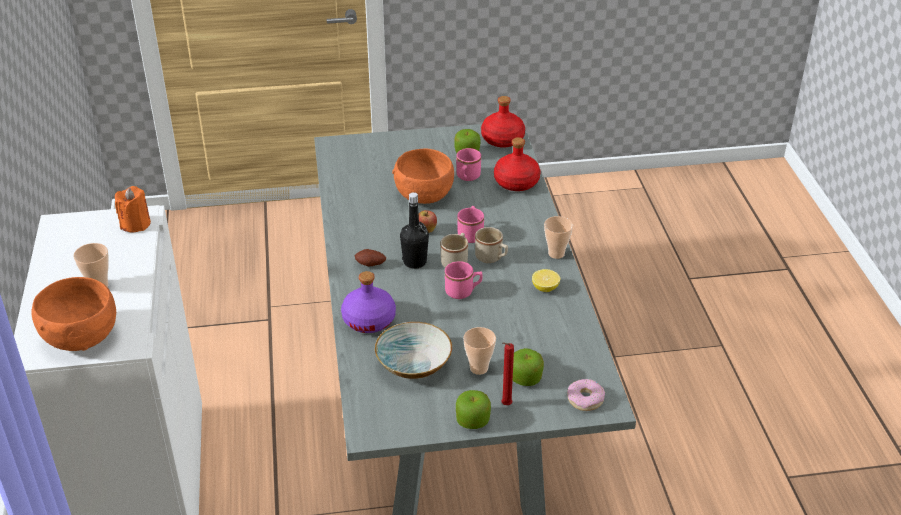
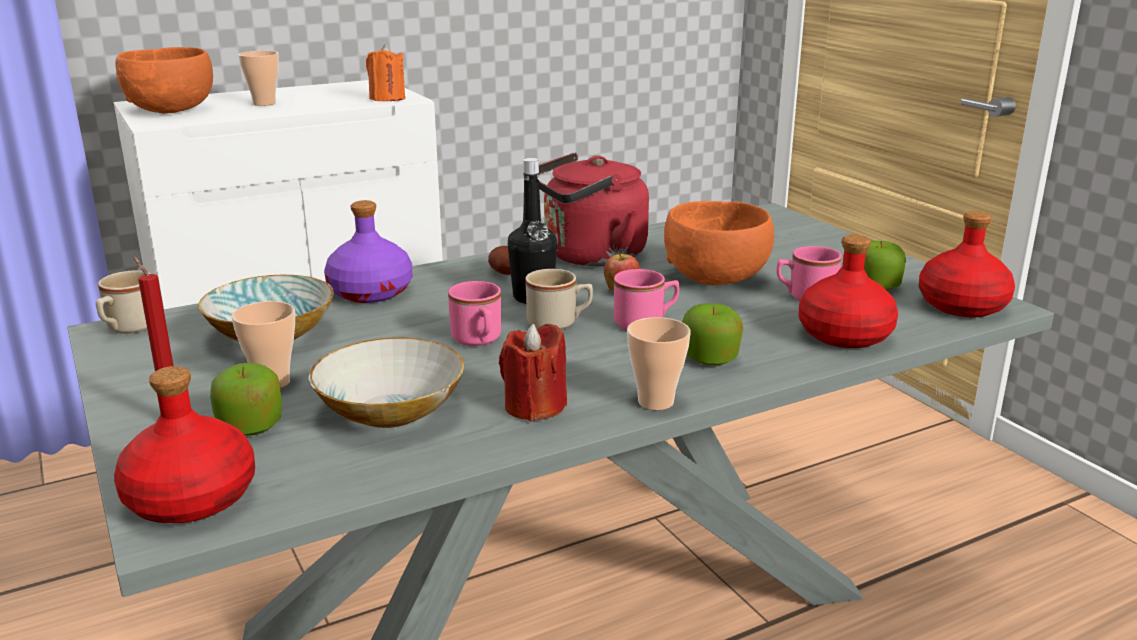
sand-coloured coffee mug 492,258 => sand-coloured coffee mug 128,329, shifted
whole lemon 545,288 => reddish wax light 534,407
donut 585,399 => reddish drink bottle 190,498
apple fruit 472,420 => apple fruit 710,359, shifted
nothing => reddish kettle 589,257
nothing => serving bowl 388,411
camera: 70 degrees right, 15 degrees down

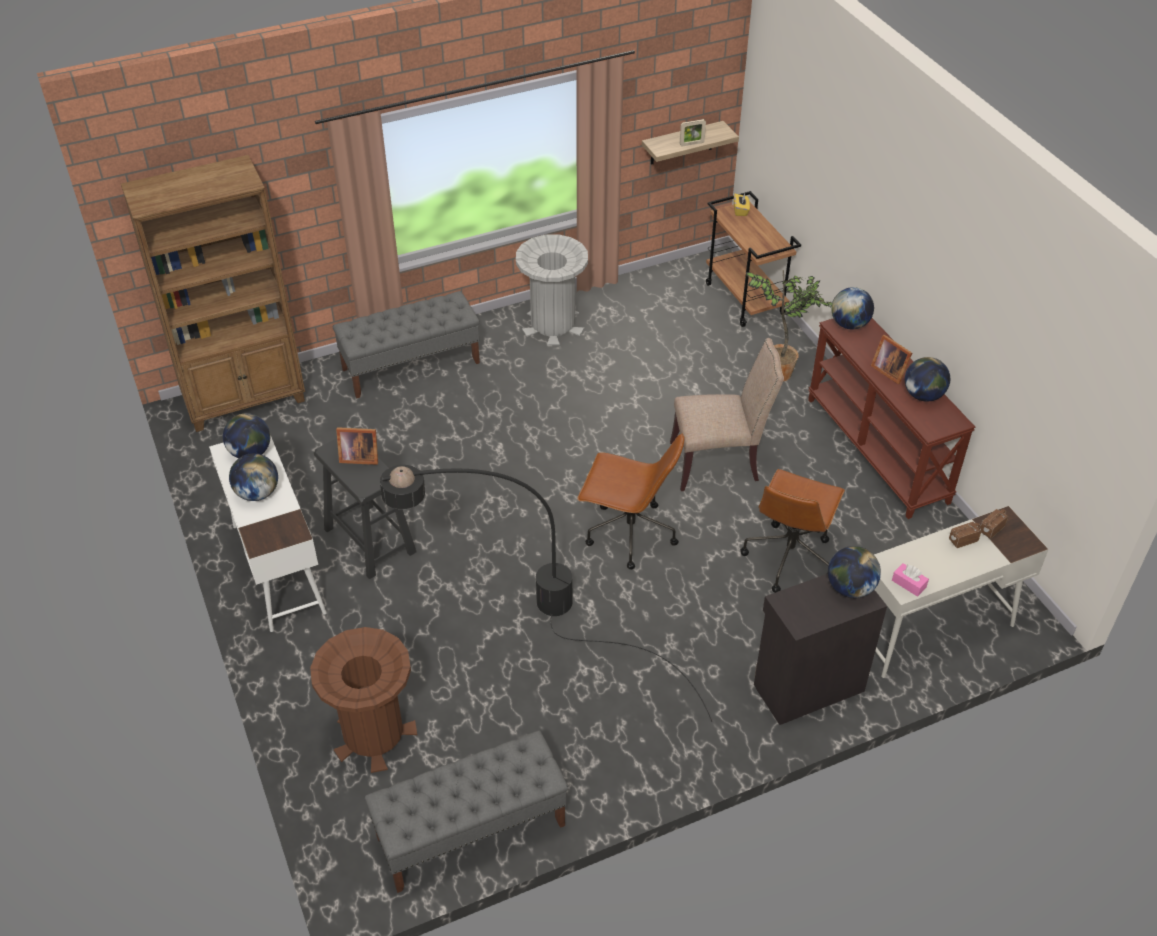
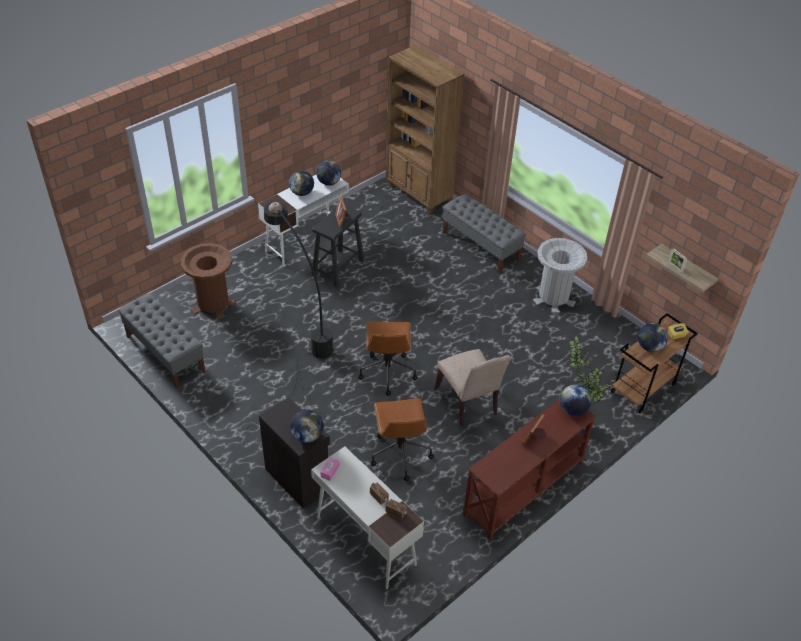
desk globe 923,395 => desk globe 649,347, shifted
brown-coloured computer chair 789,557 => brown-coloured computer chair 400,453, 105 degrees counterclockwise
camera: 70 degrees right, 0 degrees up

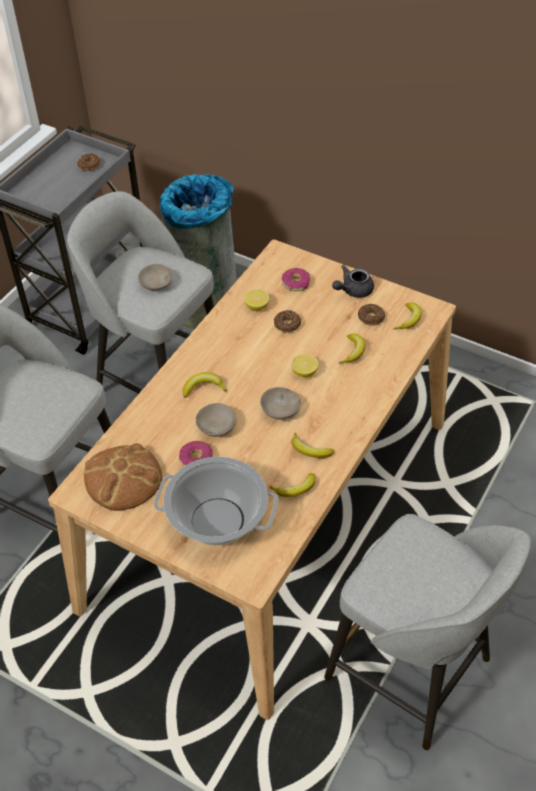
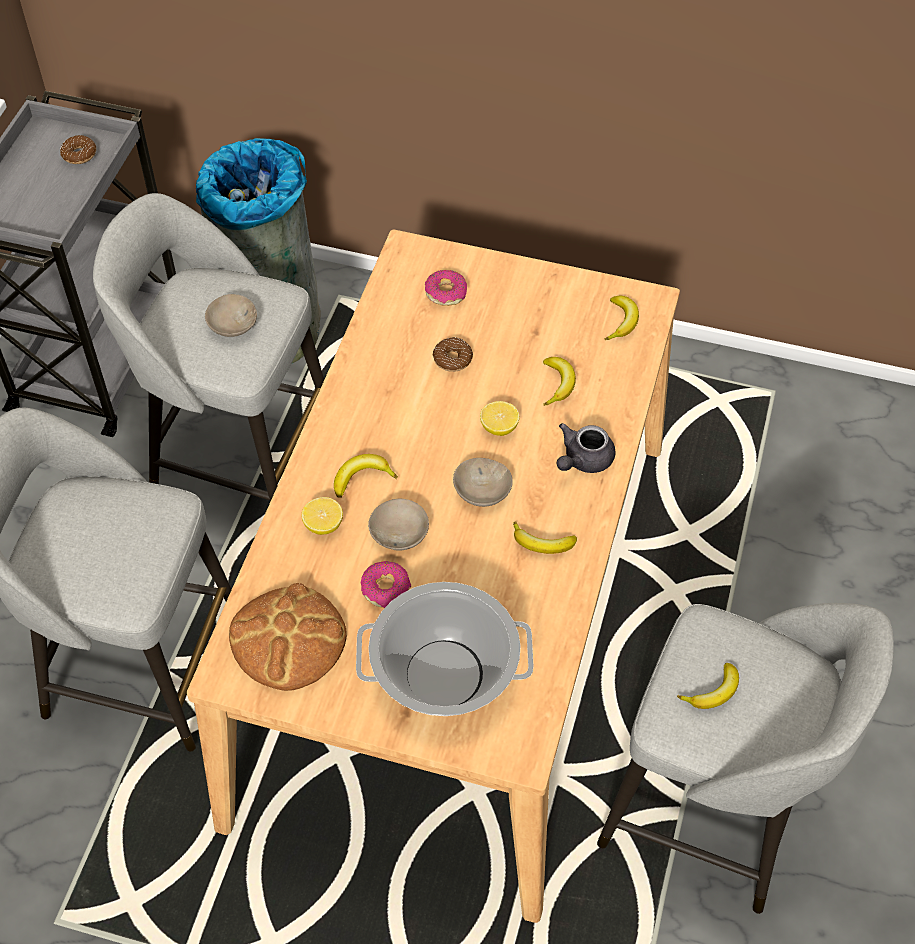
greyish pot for tea 353,290 => greyish pot for tea 583,460, shifted
whole lemon 256,306 => whole lemon 323,525, shifted
donut 371,318 => nothing
banana fruit 295,489 => banana fruit 713,692, shifted
camera: 15 degrees left, 5 degrees up

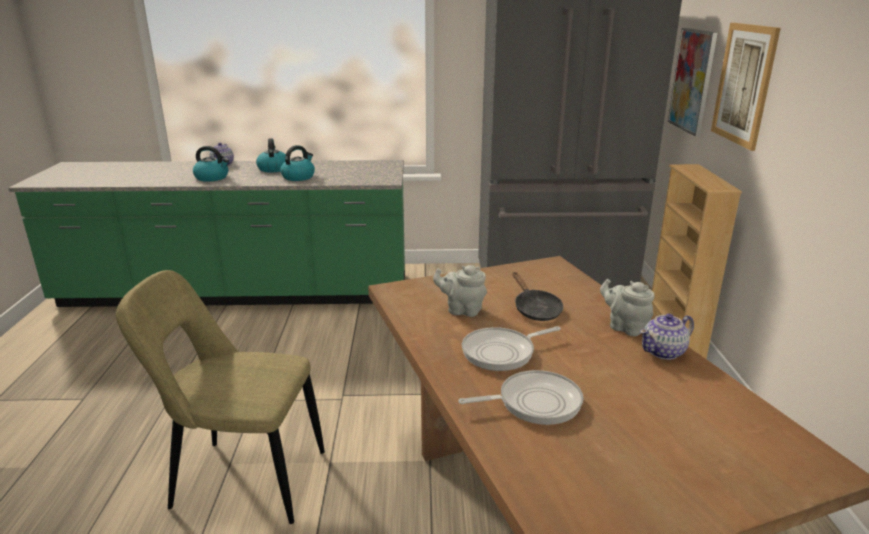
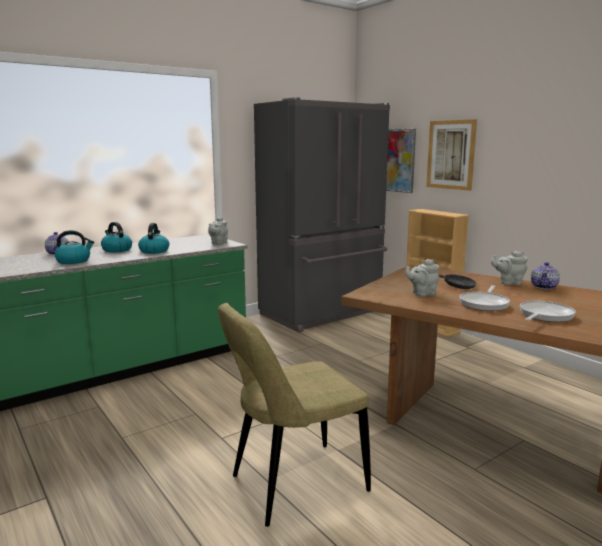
nothing => greyish pot for tea 218,243
camera: 35 degrees left, 10 degrees down

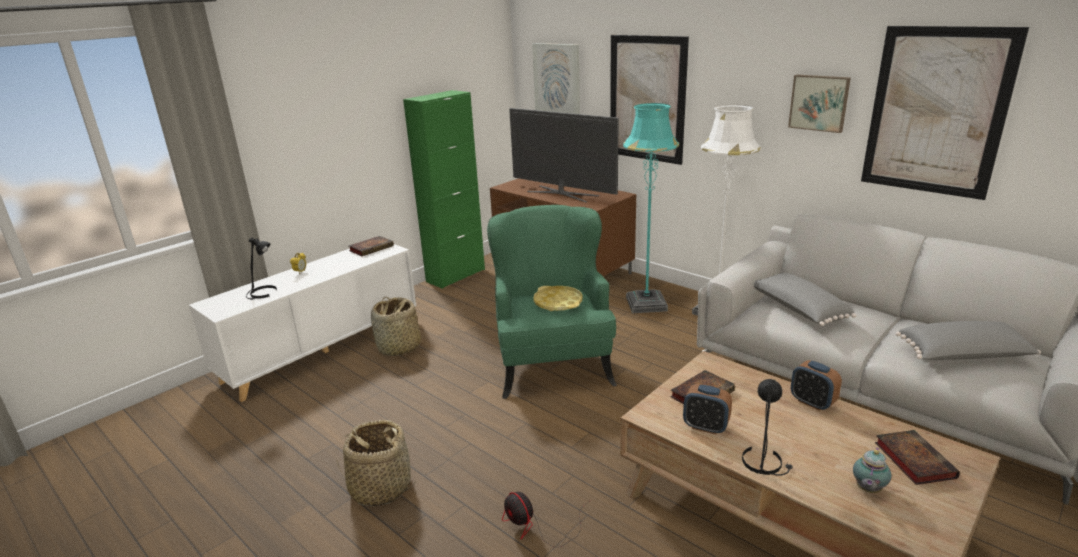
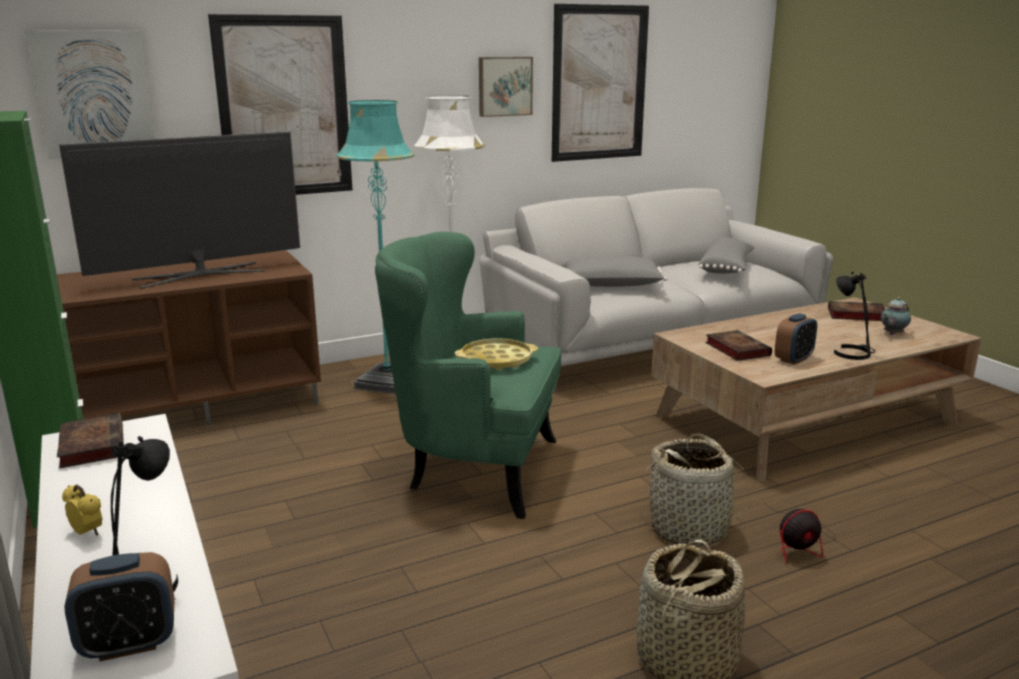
household basket 399,347 => household basket 690,528, shifted
table clock 812,402 => table clock 129,644, shifted
pot for tea 867,490 => pot for tea 892,334, 90 degrees clockwise
camera: 70 degrees left, 5 degrees down

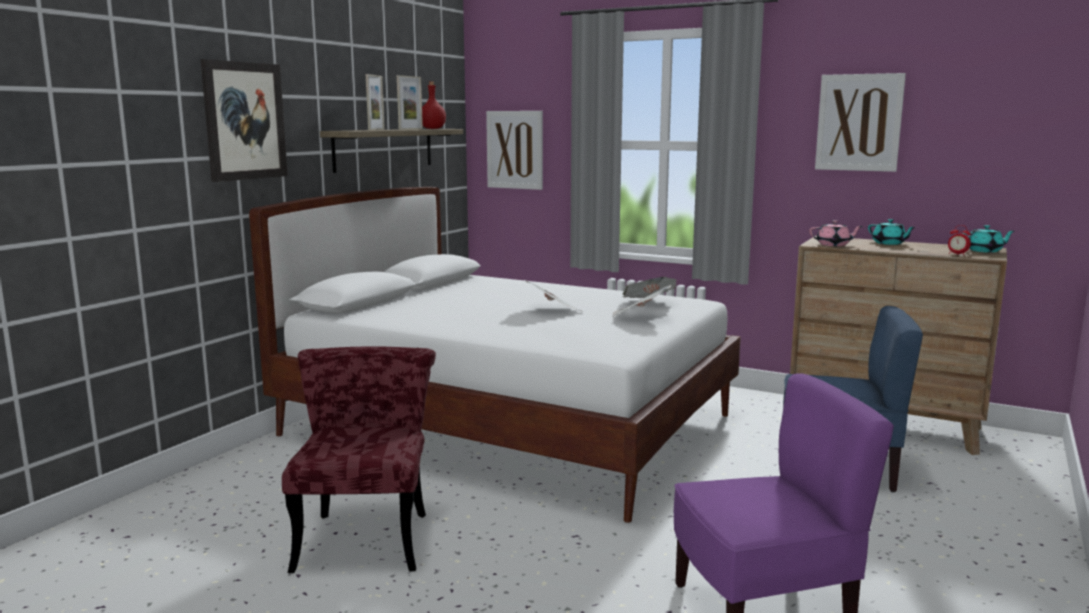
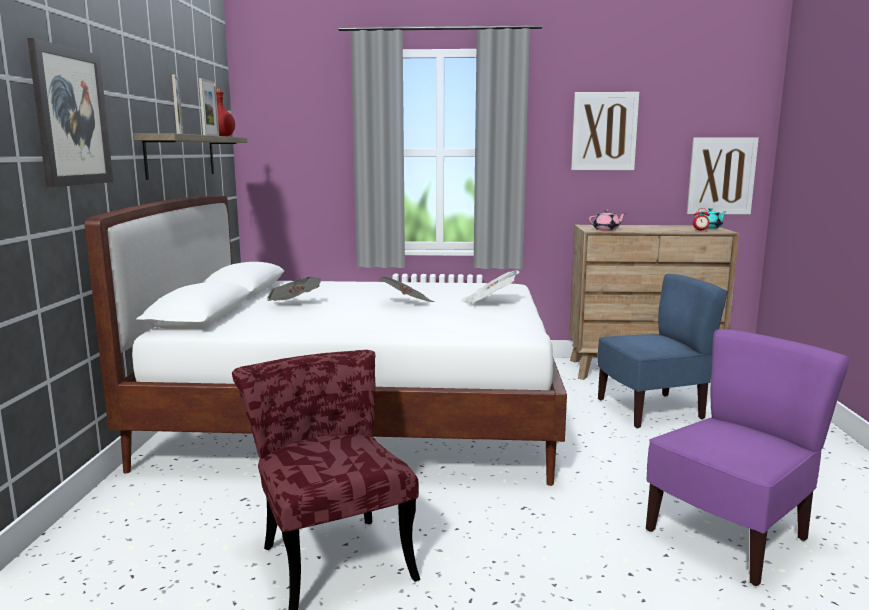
wall picture 515,150 => wall picture 721,176, shifted
blue-green pot for tea 889,243 => nothing
printed paper 648,303 => printed paper 294,304, shifted
camera: 25 degrees left, 0 degrees up

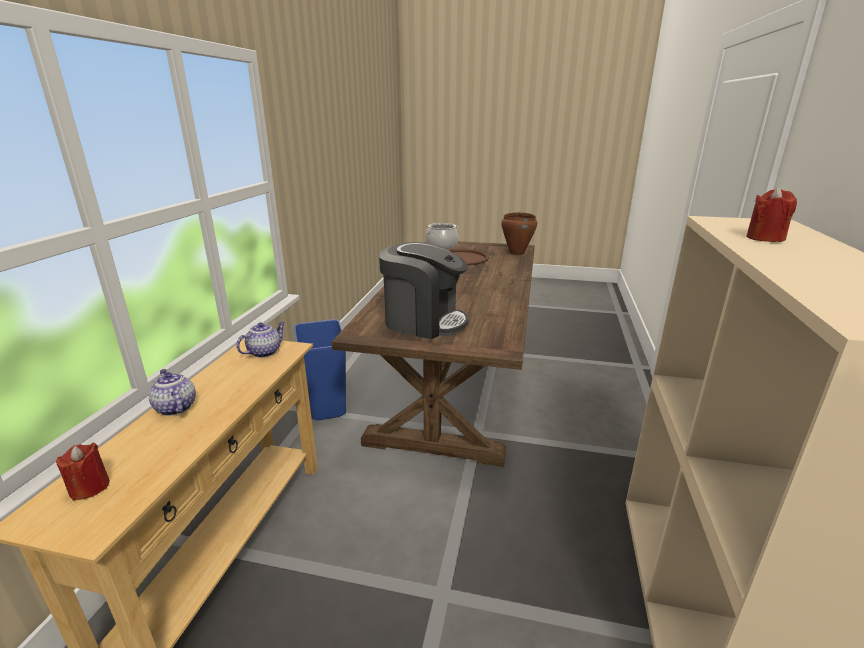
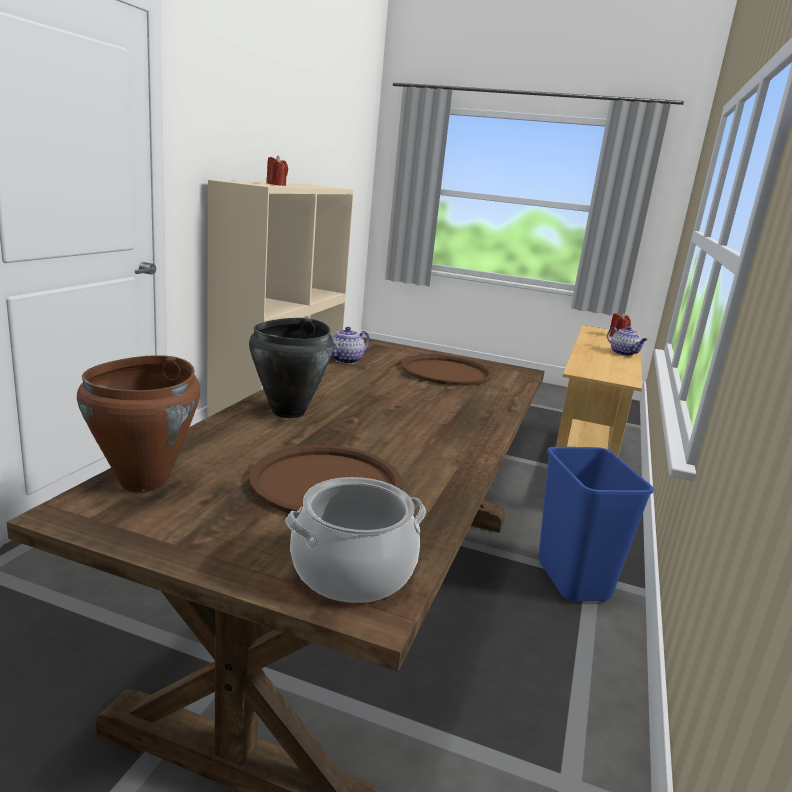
coffee machine 423,321 => brown-coloured carrying tray 446,371
pot for tea 265,352 => pot for tea 345,360, shifted
nothing => black saucepot 289,412
camera: 175 degrees left, 5 degrees down

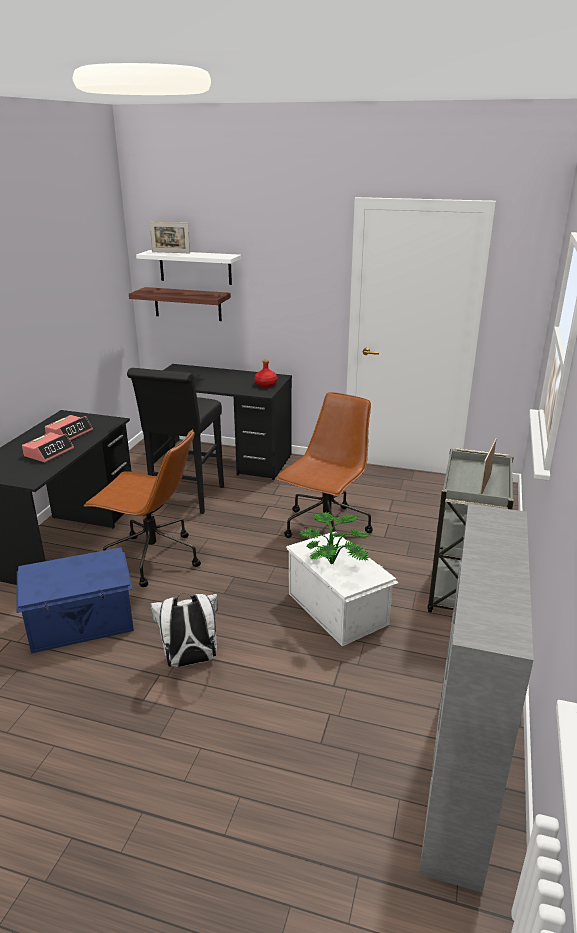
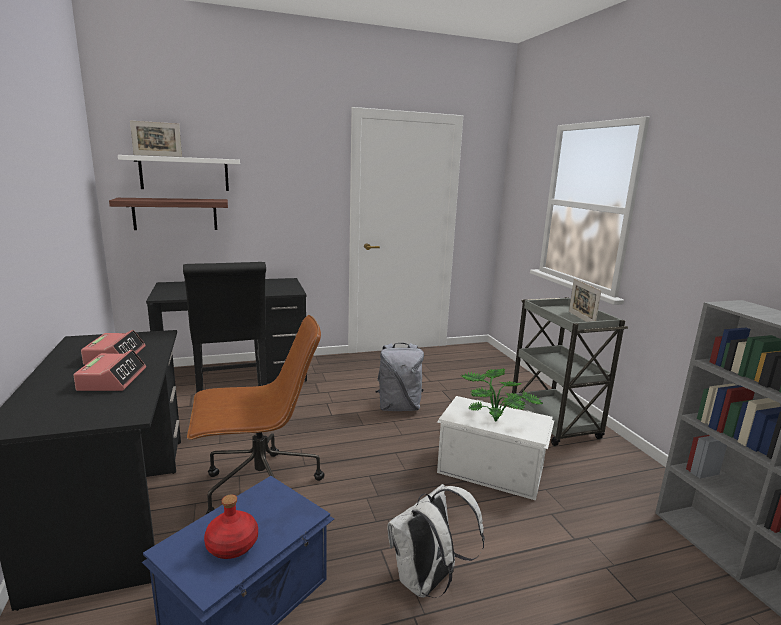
reddish drink bottle 266,384 => reddish drink bottle 232,544, shifted
brown-coloured computer chair 326,528 => greyish knapsack 399,407
camera: 35 degrees left, 10 degrees down

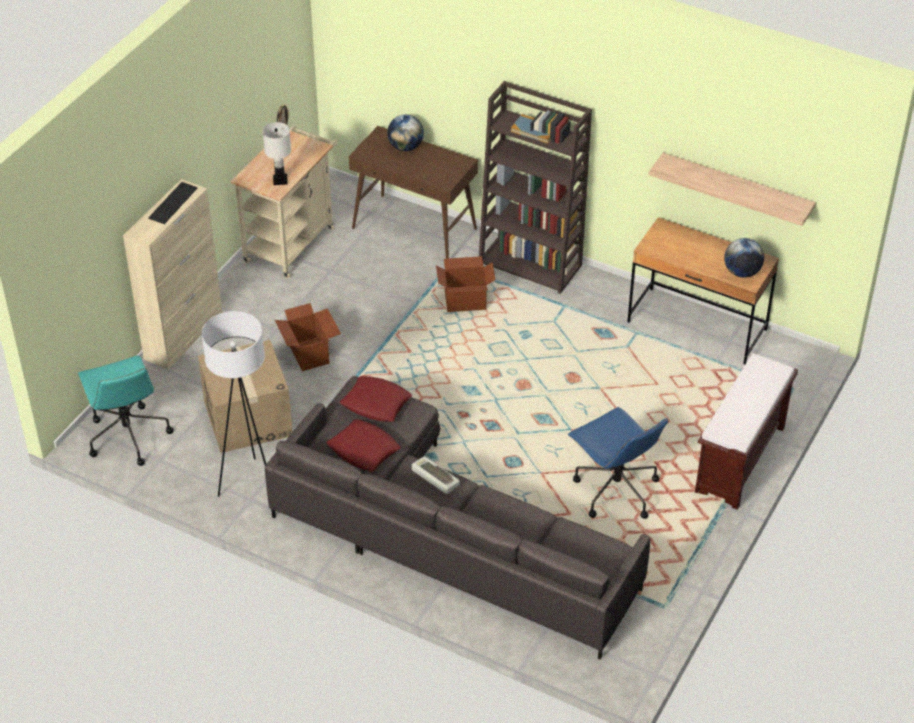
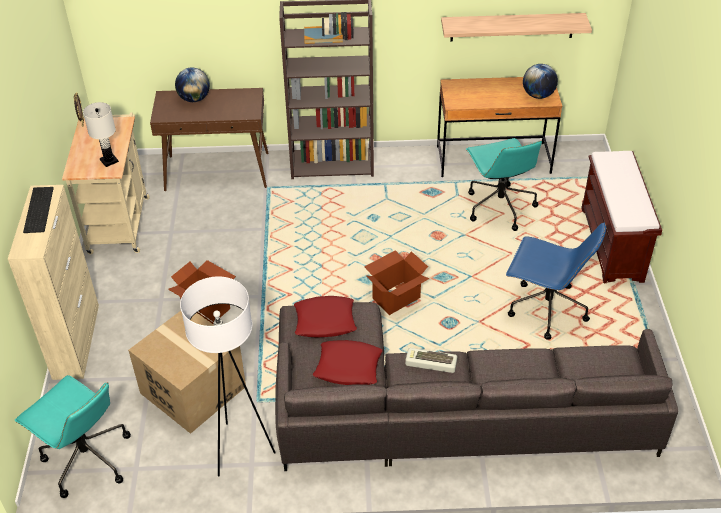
carton 465,301 => carton 395,298, shifted
nothing => blue-green computer chair 499,206
camera: 30 degrees left, 0 degrees up

